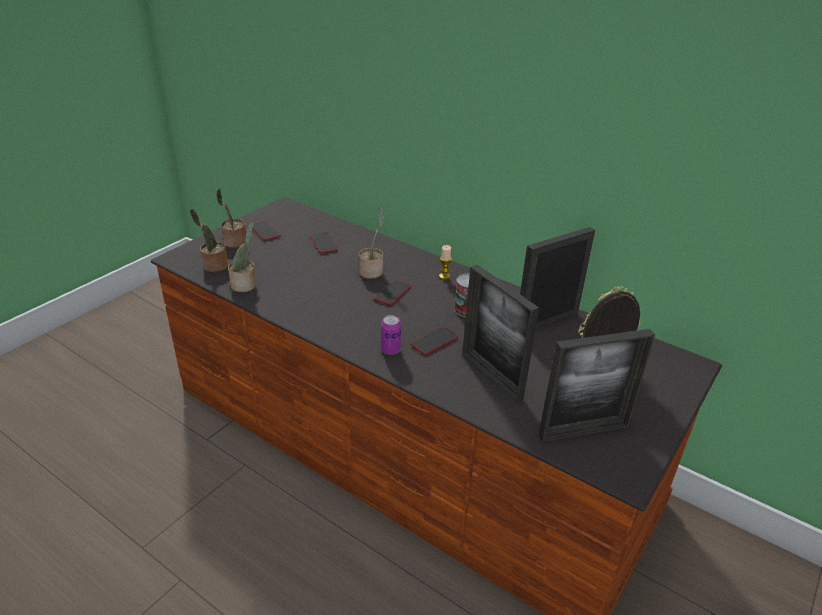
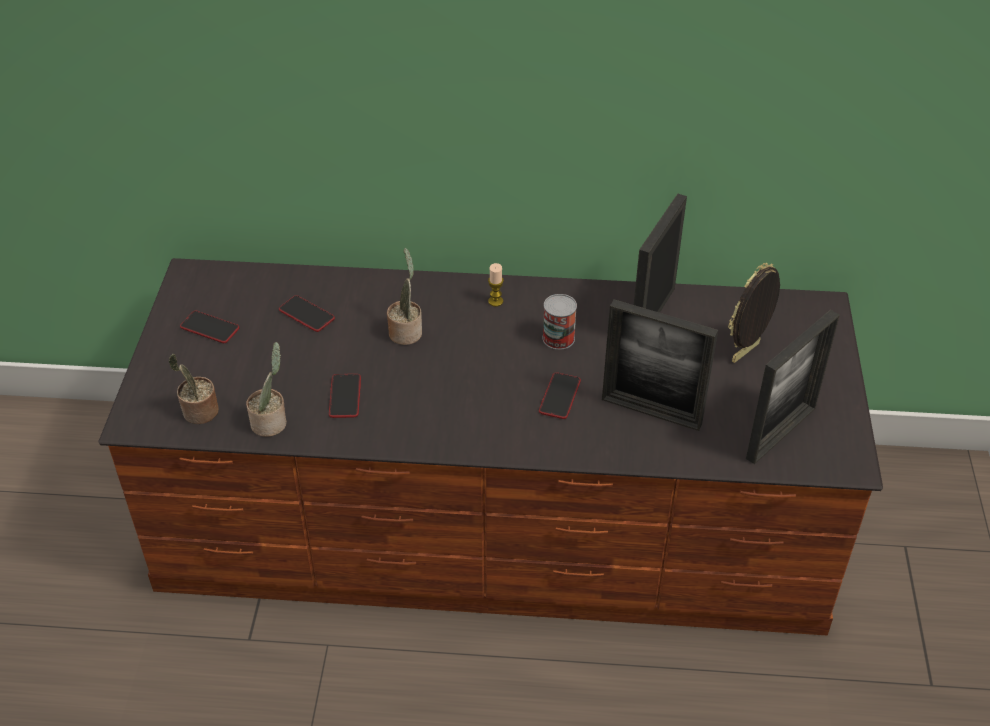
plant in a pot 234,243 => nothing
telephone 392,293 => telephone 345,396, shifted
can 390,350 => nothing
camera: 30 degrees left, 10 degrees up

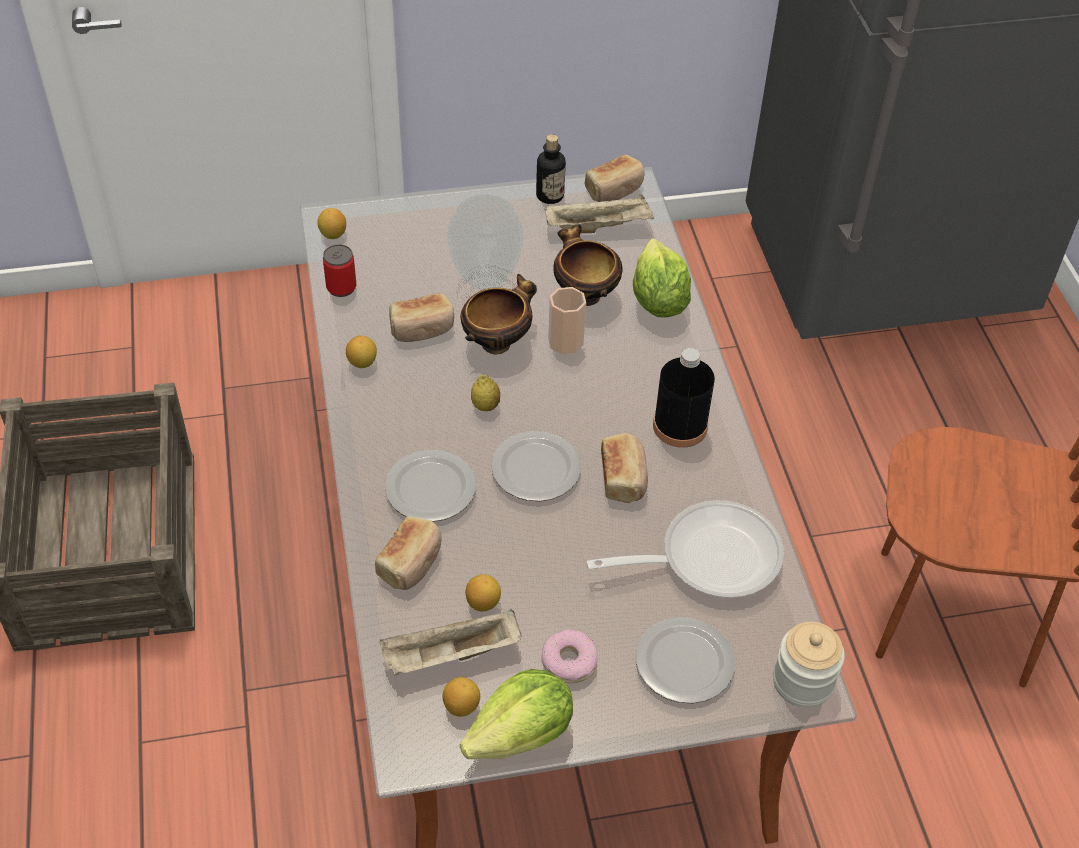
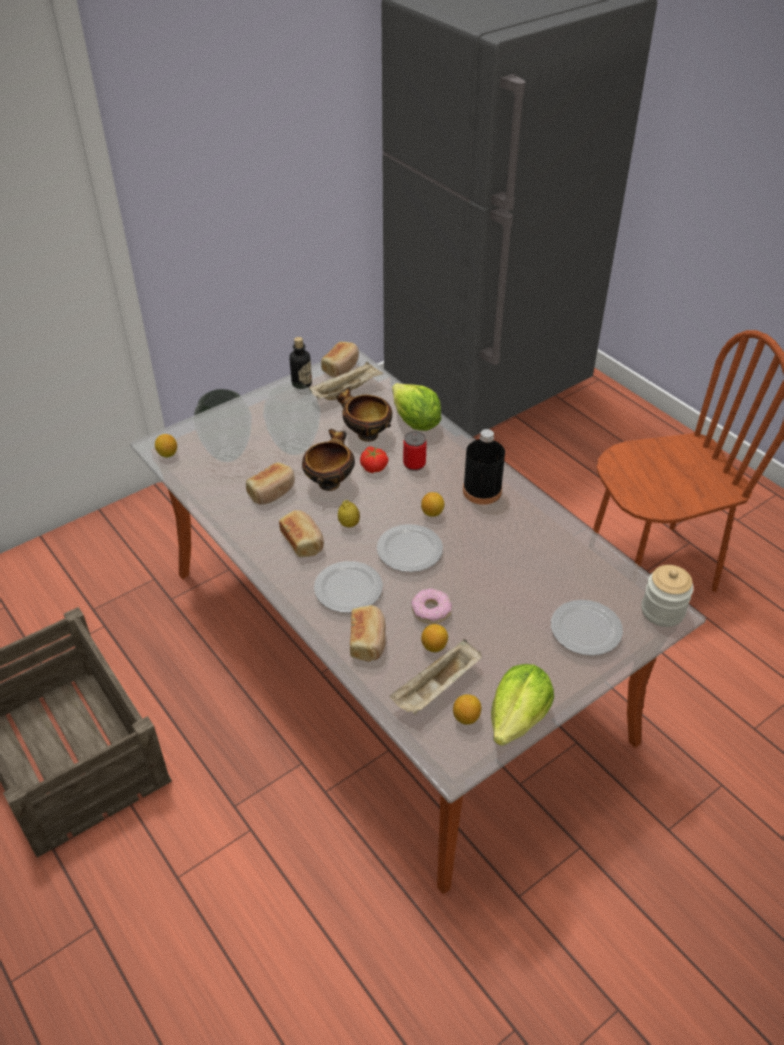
can 341,287 => can 414,464, shifted
drinking cup 565,341 => whole tomato 374,467
whole lemon 362,362 => whole lemon 432,513, shifted
bread 624,477 => bread 303,541, shifted
pan 709,557 => nothing
donut 569,661 => donut 431,610, shifted
nothing => flower vase 228,454
camera: 25 degrees left, 5 degrees down

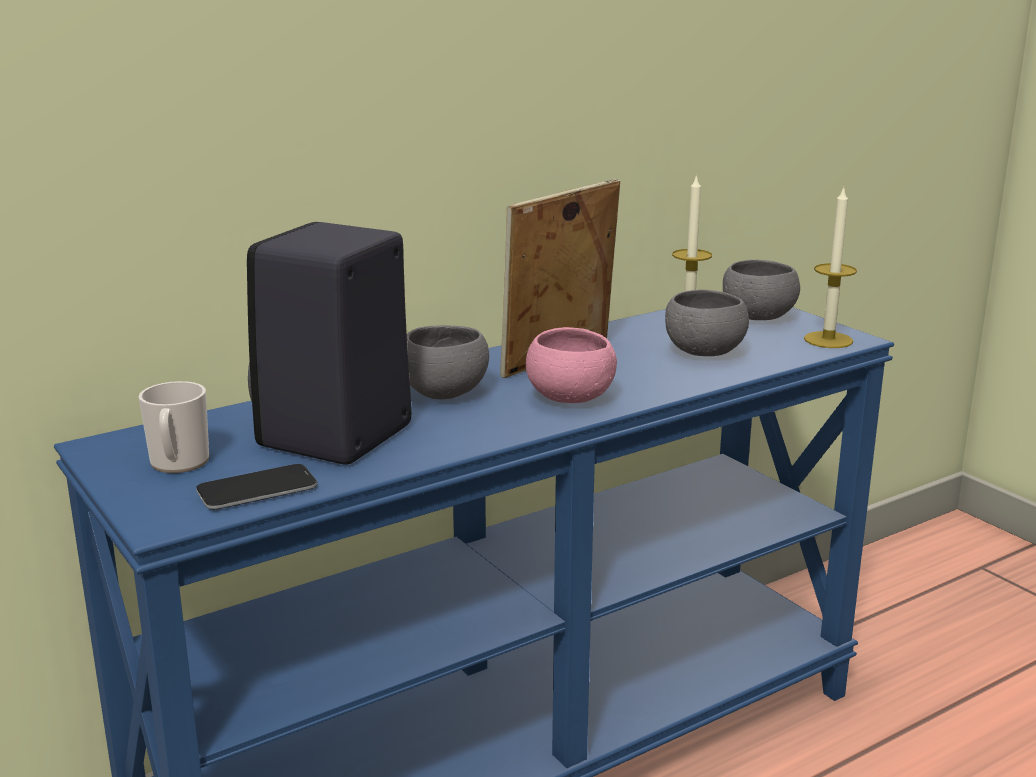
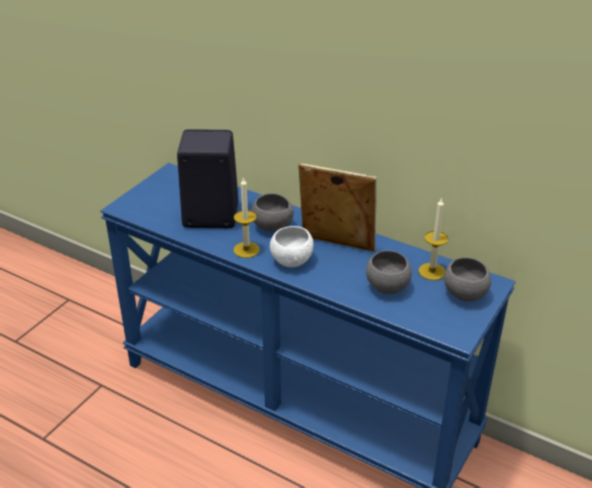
wax light 828,340 => wax light 246,250, shifted
pink-coloured serving bowl 570,398 => white serving bowl 291,261
coffee mug 178,464 => nothing
telephone 257,489 => nothing
camera: 65 degrees right, 15 degrees up

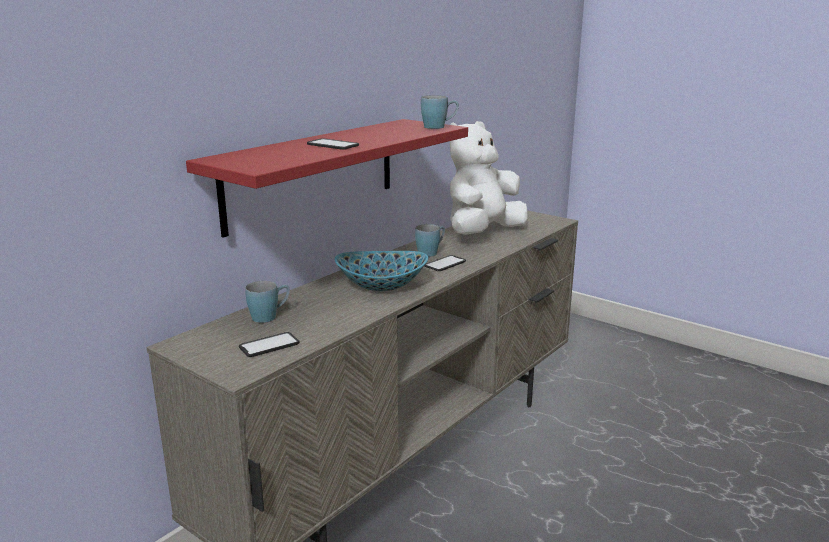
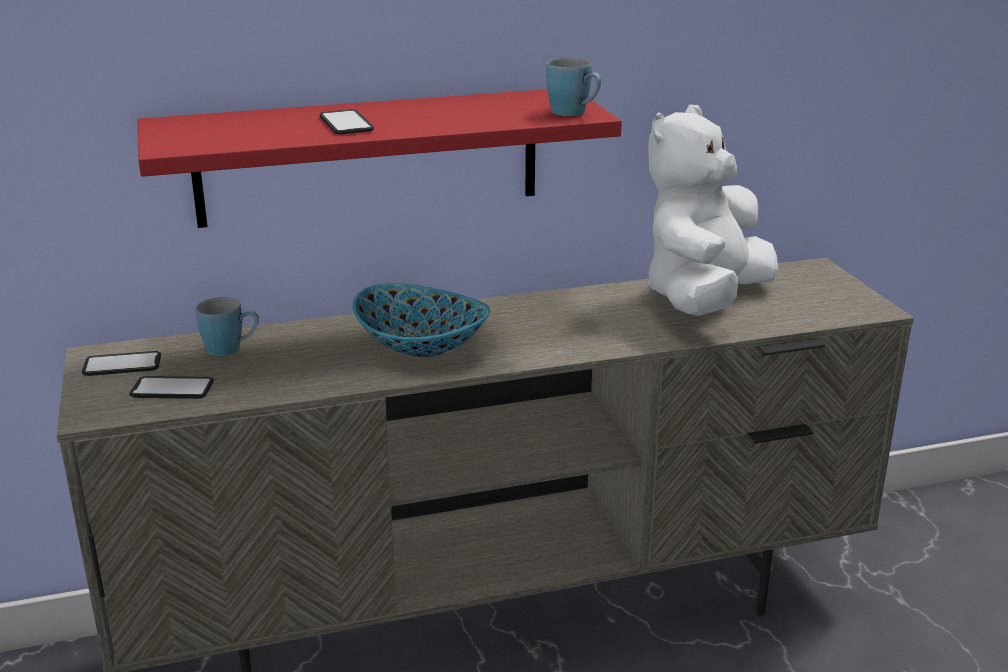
white soft toy 482,233 => white soft toy 704,300, 45 degrees counterclockwise
bluish coffee mug 431,252 => nothing
telephone 445,264 => telephone 122,365, shifted
camera: 35 degrees right, 5 degrees up

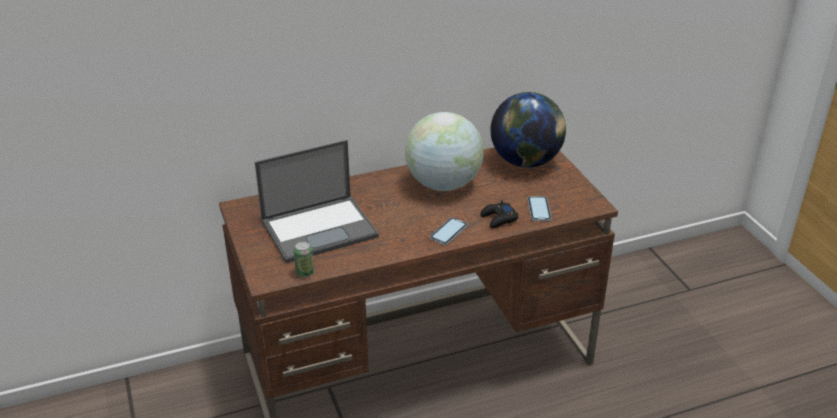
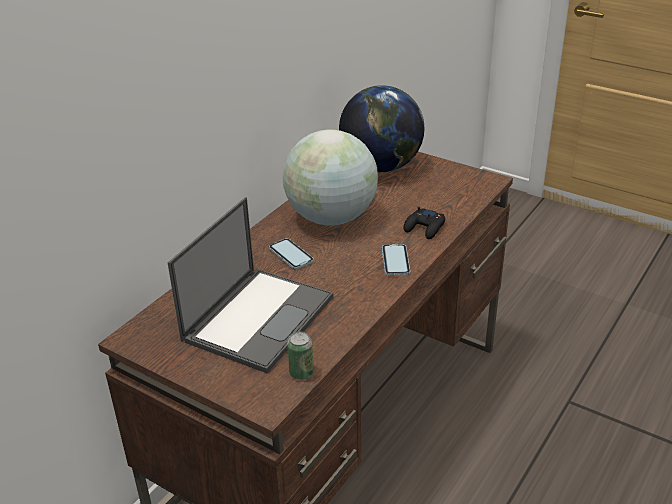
telephone 539,210 => telephone 291,255, shifted
camera: 35 degrees left, 0 degrees up

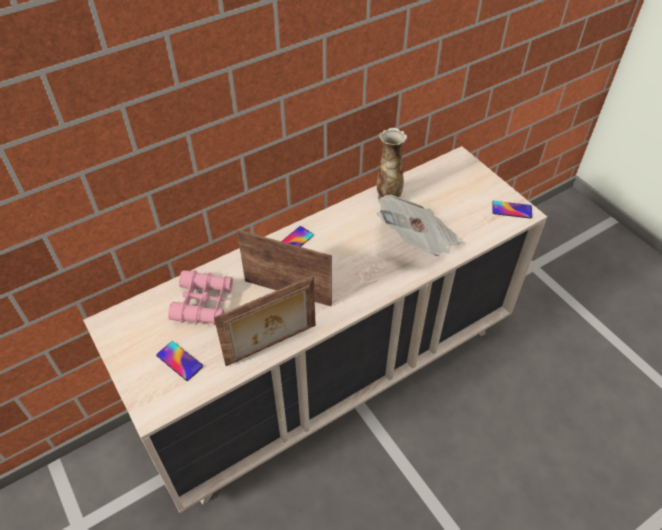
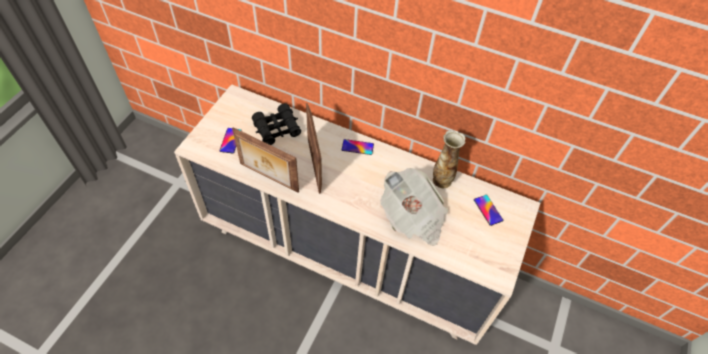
telephone 511,210 => telephone 488,210, shifted
pink-coloured pair of binoculars 203,303 => black pair of binoculars 277,129
camera: 55 degrees right, 5 degrees up

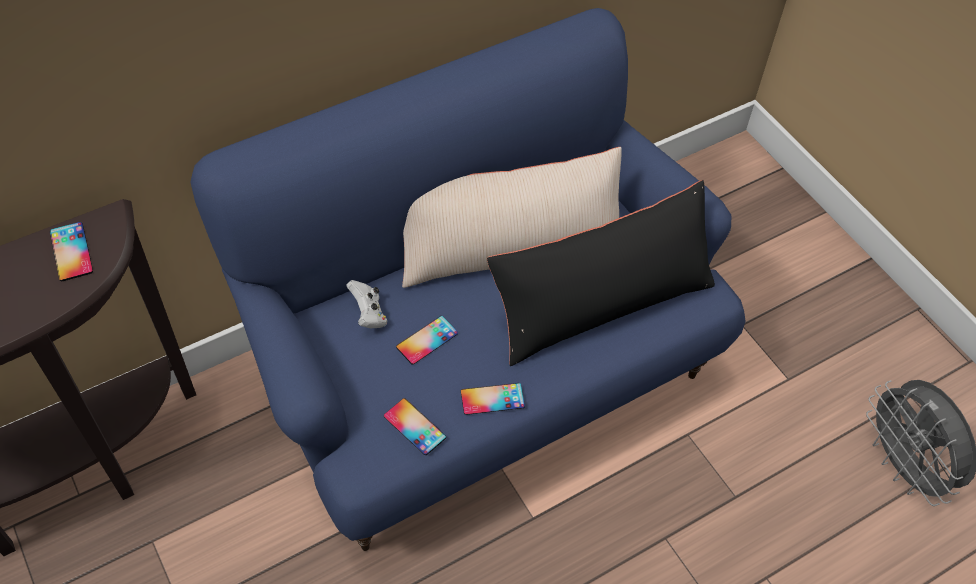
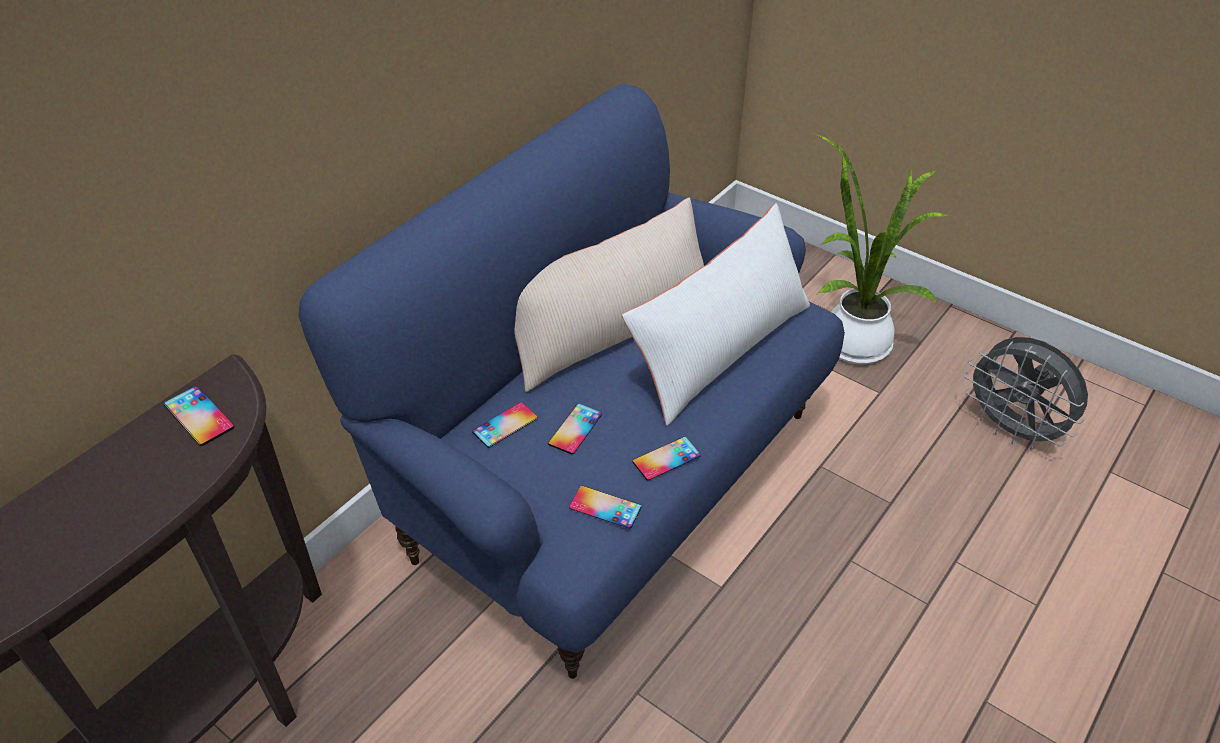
black pillow 601,304 => white pillow 720,349
white joypad 369,314 => telephone 505,425
nothing => plant in a pot 850,340
camera: 20 degrees left, 10 degrees down

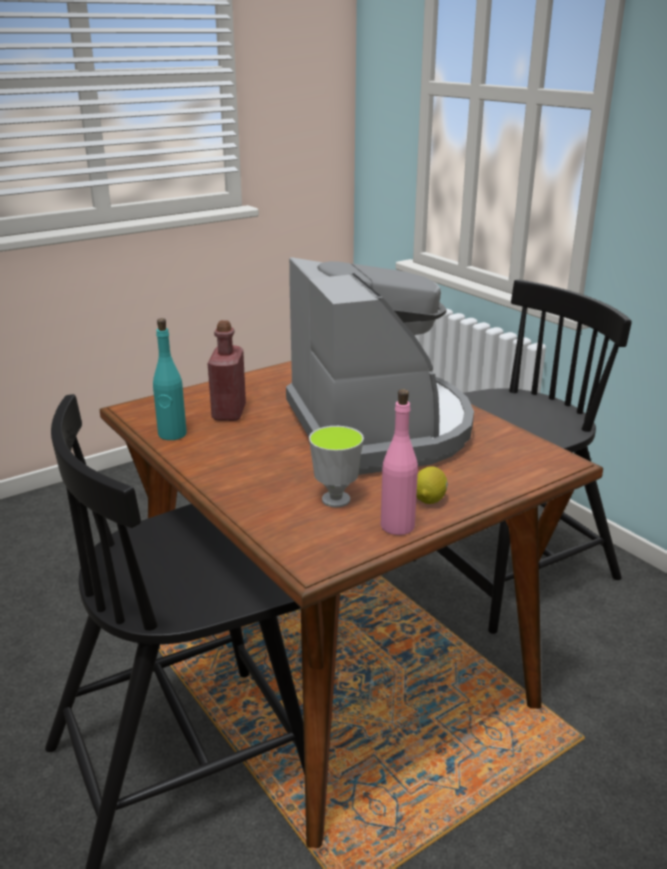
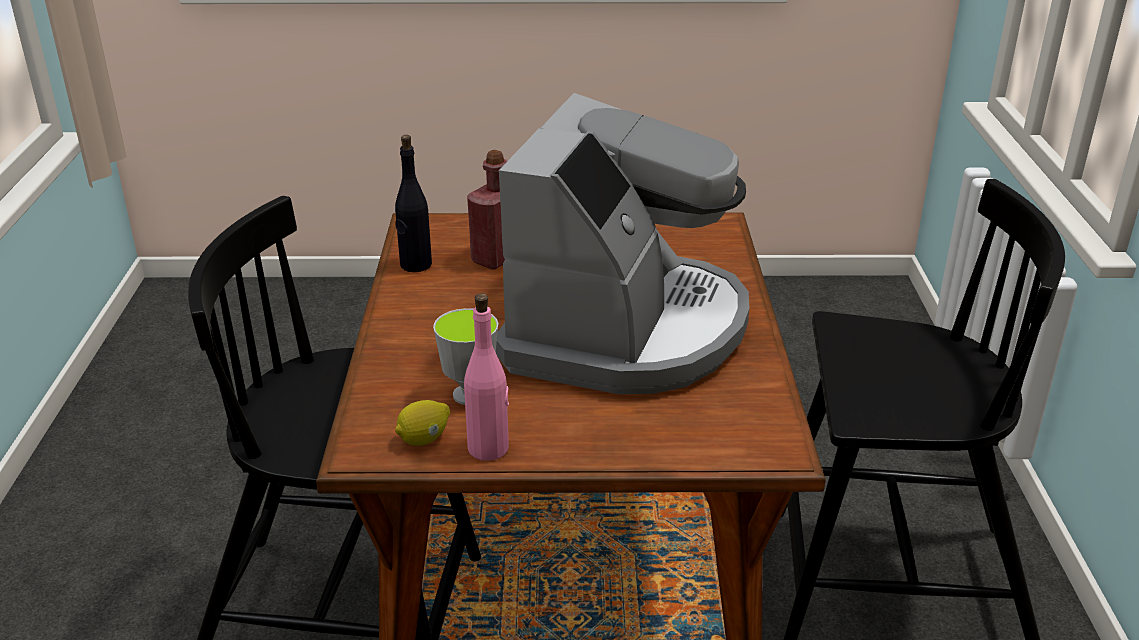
blue-green drink bottle 172,434 => black drink bottle 415,265
whole lemon 429,499 => whole lemon 424,439, shifted
camera: 35 degrees right, 5 degrees up

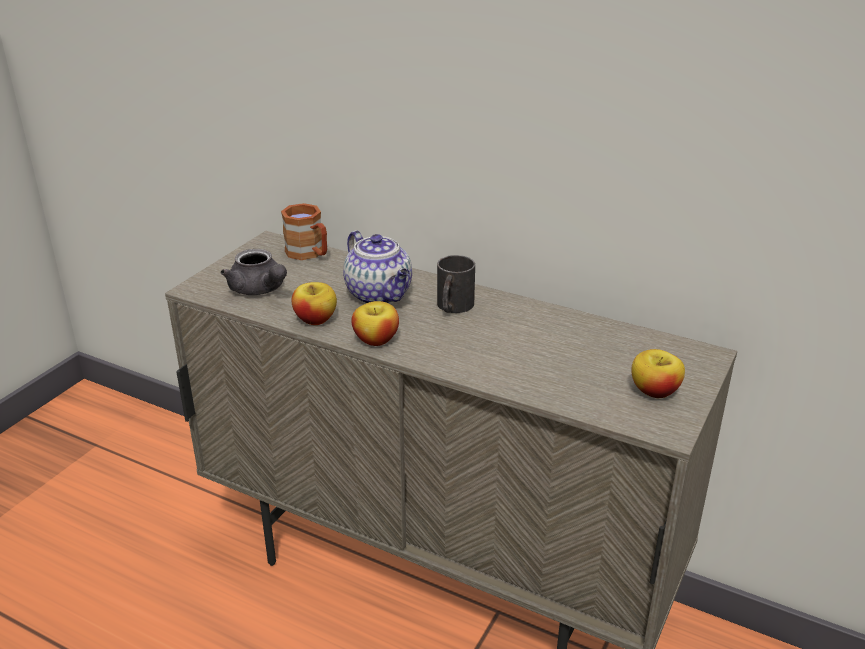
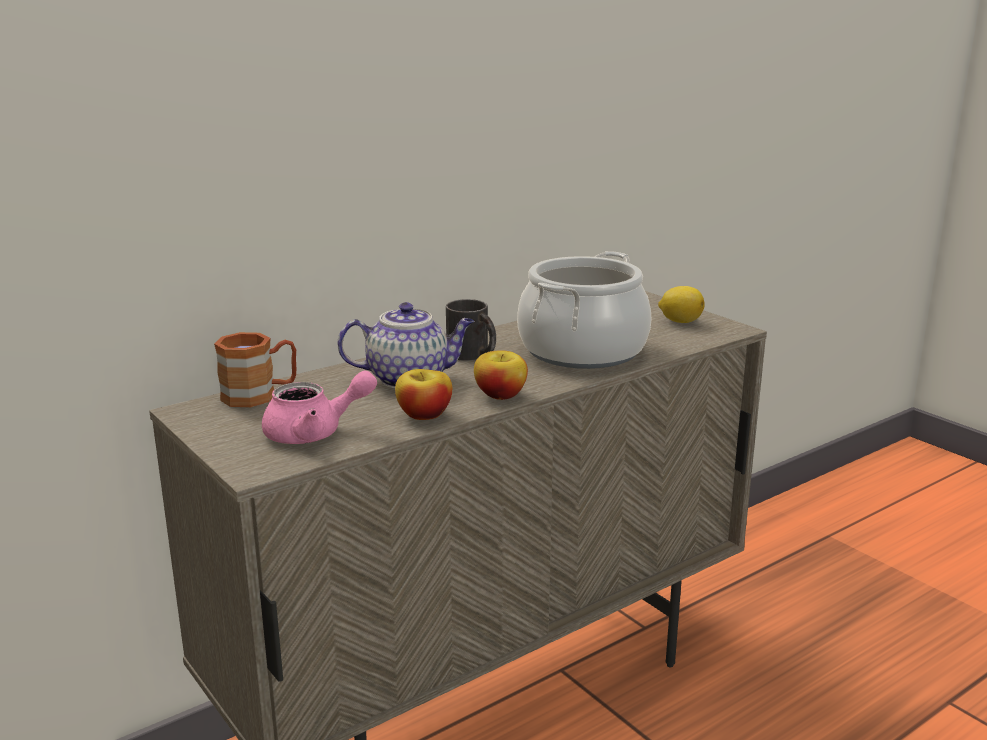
greyish pot for tea 259,290 => pink-coloured pot for tea 314,433
apple fruit 654,391 => whole lemon 679,321
nothing => saucepot 582,350
camera: 65 degrees left, 10 degrees down

